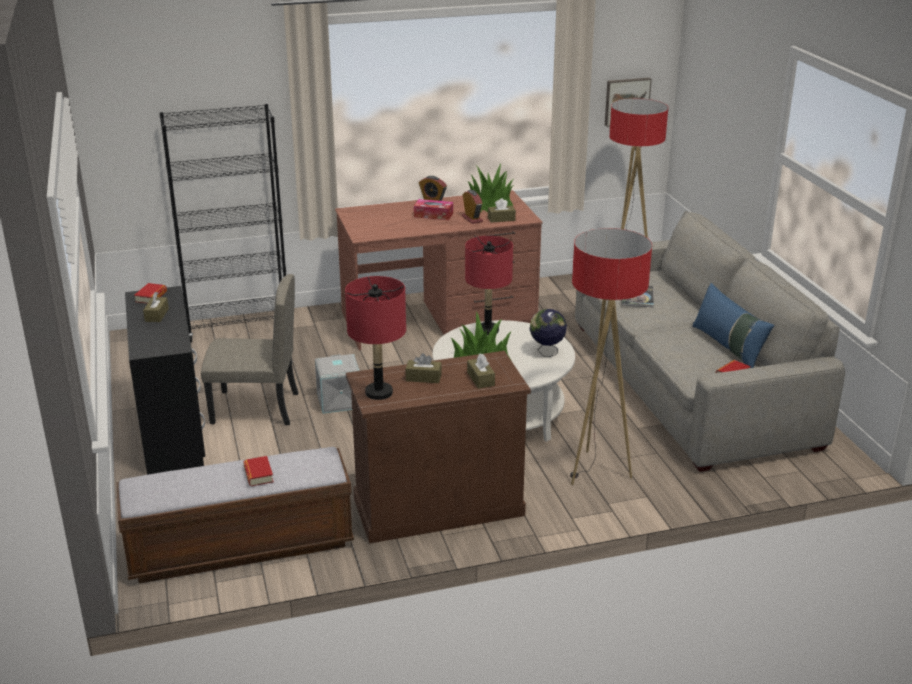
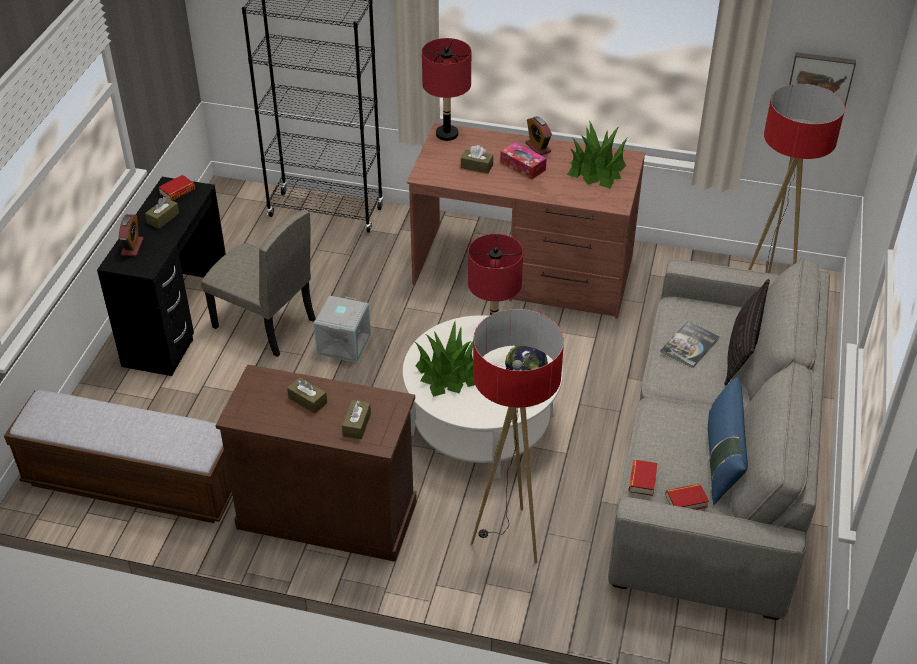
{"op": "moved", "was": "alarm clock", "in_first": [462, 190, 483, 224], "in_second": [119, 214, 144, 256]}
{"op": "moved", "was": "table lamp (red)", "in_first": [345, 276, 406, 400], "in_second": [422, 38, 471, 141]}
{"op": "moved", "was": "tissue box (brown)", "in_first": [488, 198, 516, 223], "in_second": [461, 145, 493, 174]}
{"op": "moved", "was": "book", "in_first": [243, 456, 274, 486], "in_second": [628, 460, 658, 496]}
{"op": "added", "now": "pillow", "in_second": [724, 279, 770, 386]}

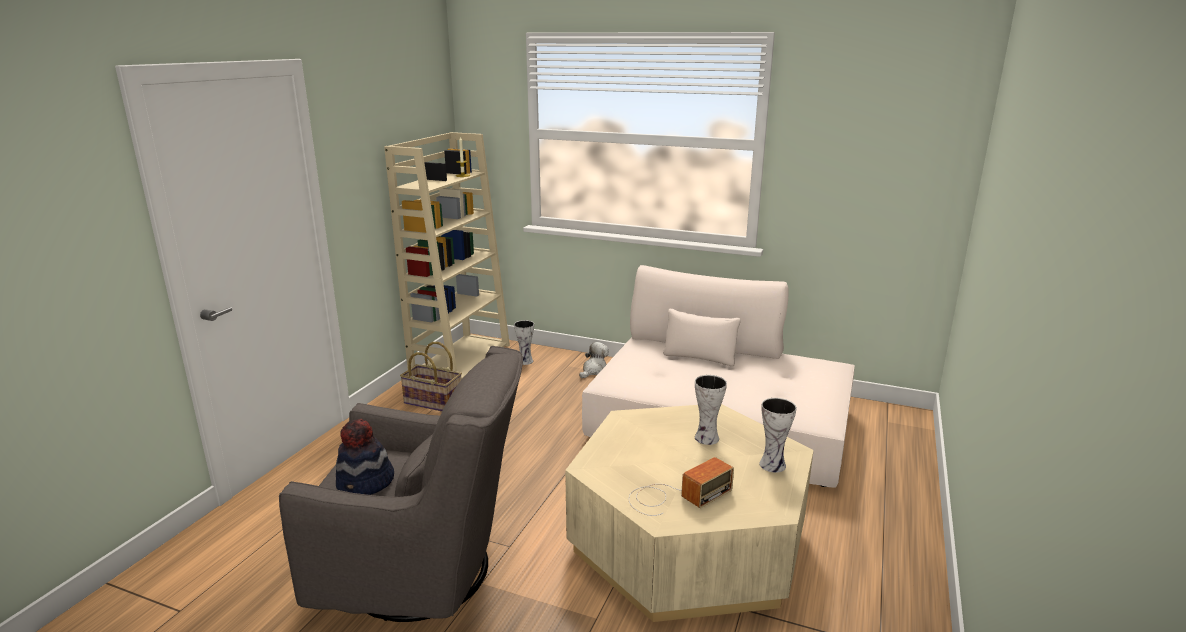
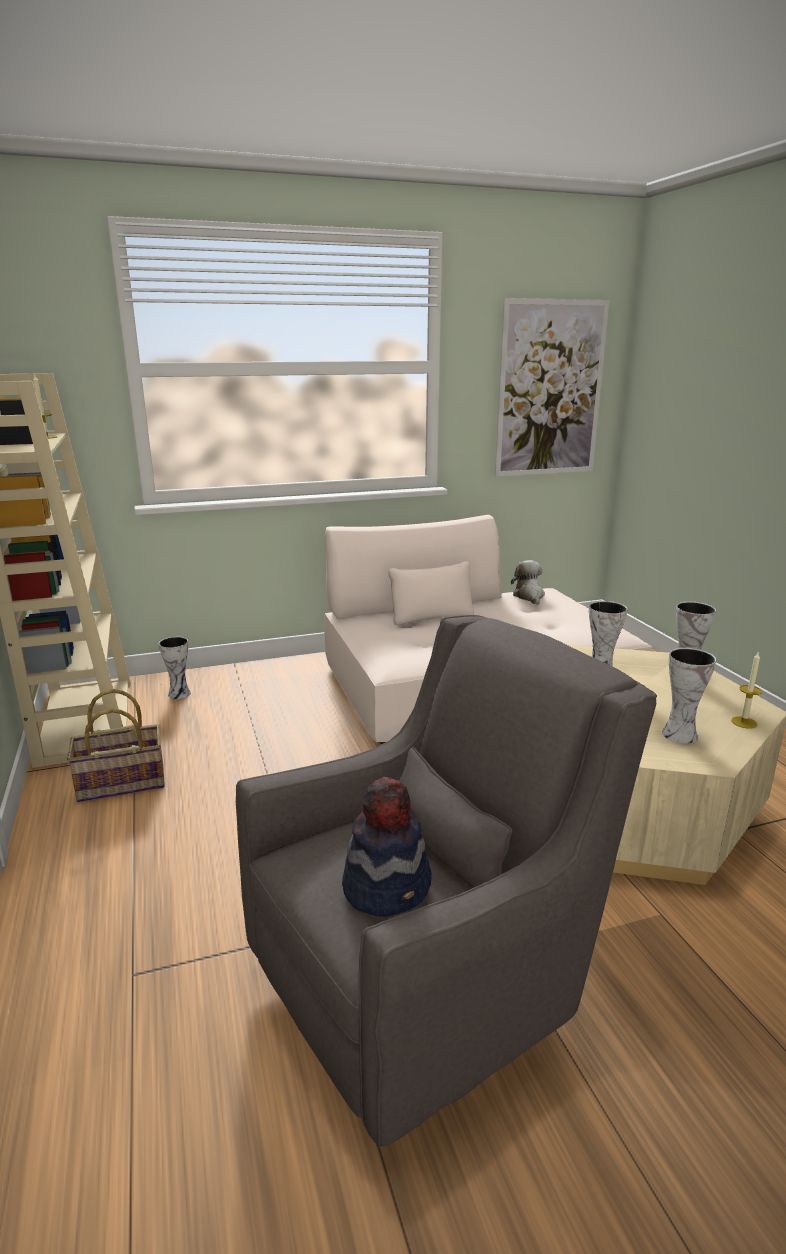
{"op": "added", "now": "picture", "in_second": [495, 298, 610, 477]}
{"op": "moved", "was": "plush toy", "in_first": [579, 342, 609, 378], "in_second": [511, 560, 545, 605]}
{"op": "replaced", "was": "radio", "now": "vase", "in_first": [629, 457, 734, 516], "in_second": [662, 648, 716, 744]}
{"op": "added", "now": "candle", "in_second": [731, 651, 762, 729]}

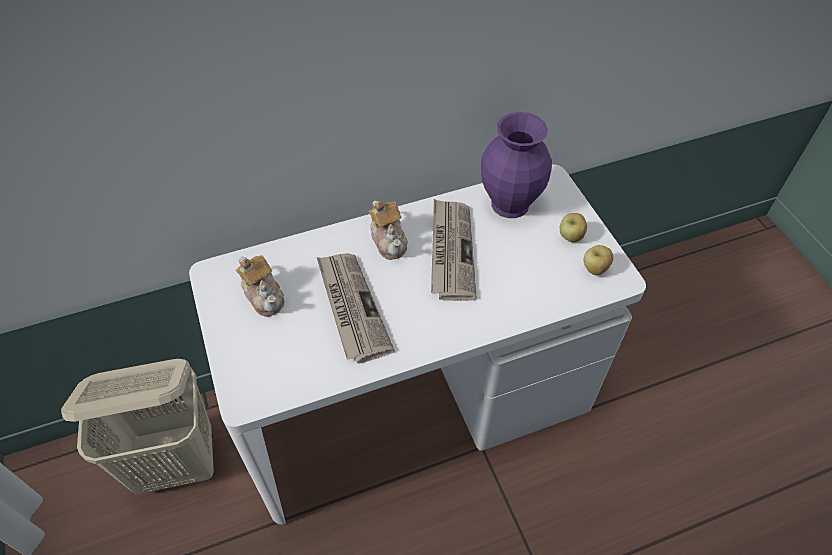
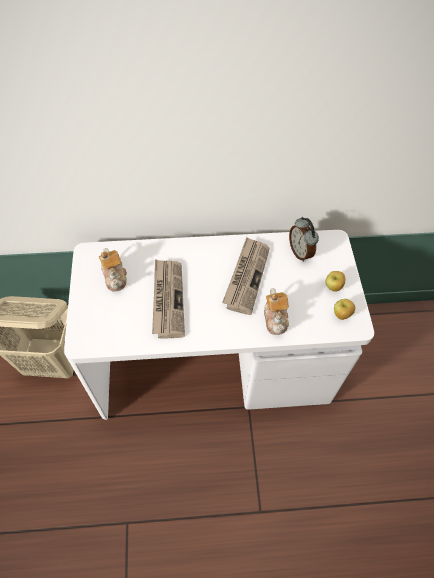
{"op": "moved", "was": "teapot", "in_first": [369, 201, 408, 260], "in_second": [264, 288, 289, 335]}
{"op": "replaced", "was": "vase (purple)", "now": "alarm clock", "in_first": [481, 112, 552, 218], "in_second": [289, 217, 319, 262]}

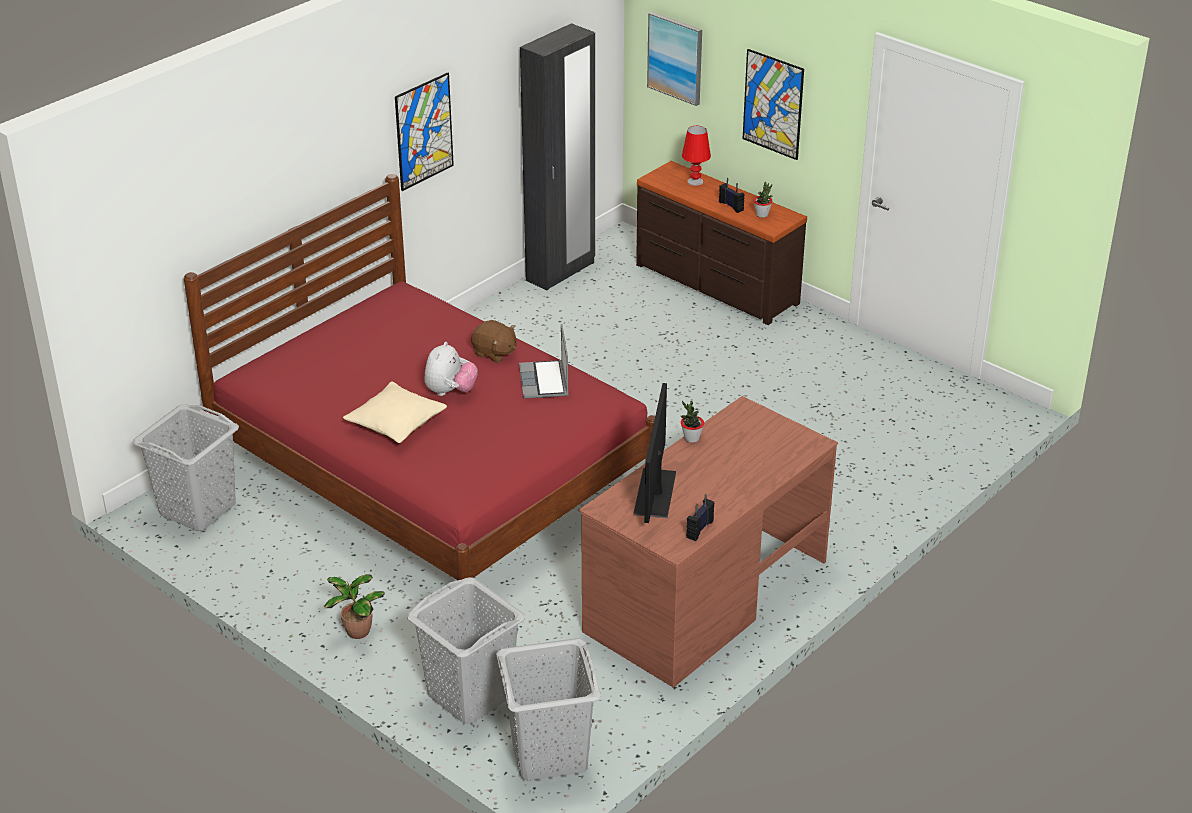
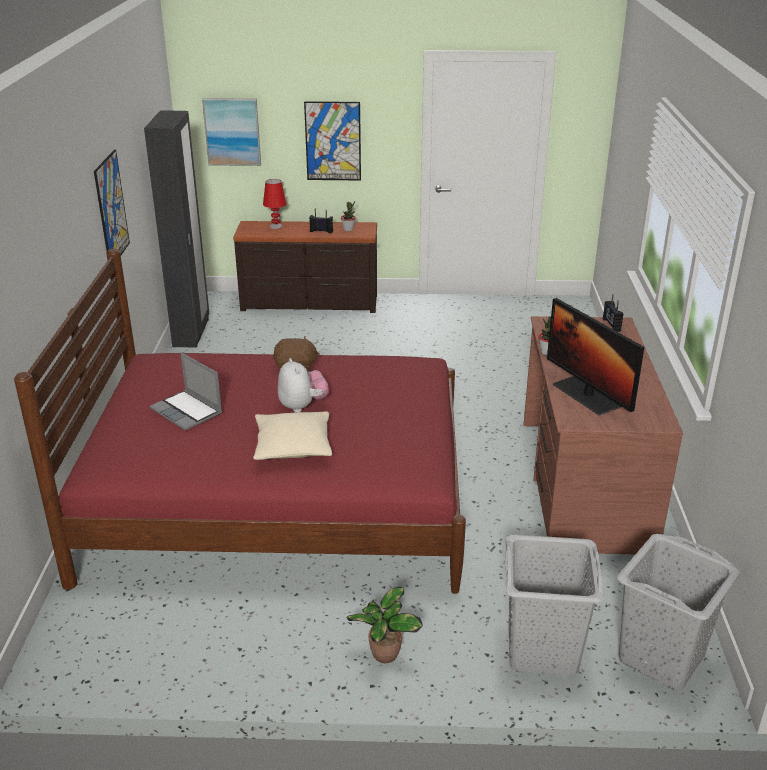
{"op": "moved", "was": "laptop", "in_first": [519, 324, 569, 399], "in_second": [150, 352, 222, 431]}
{"op": "moved", "was": "radio", "in_first": [686, 494, 714, 541], "in_second": [603, 294, 624, 332]}
{"op": "removed", "was": "laundry basket (grey)", "in_first": [133, 404, 239, 531]}

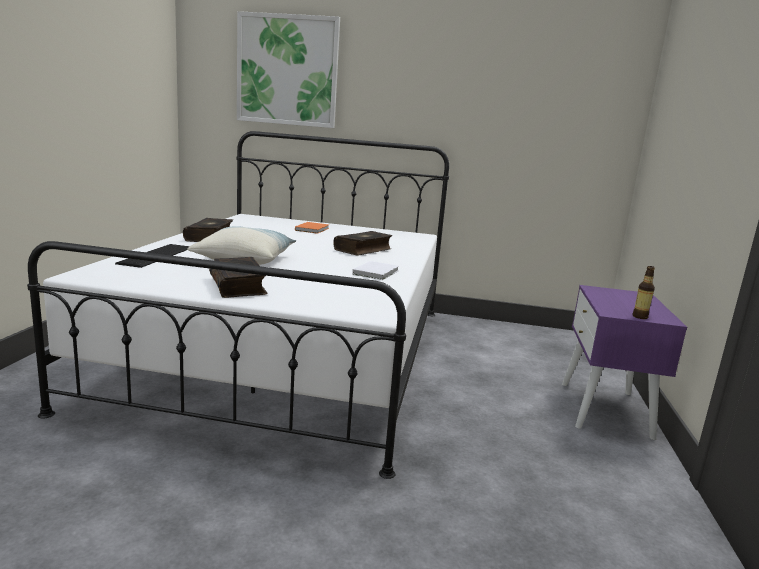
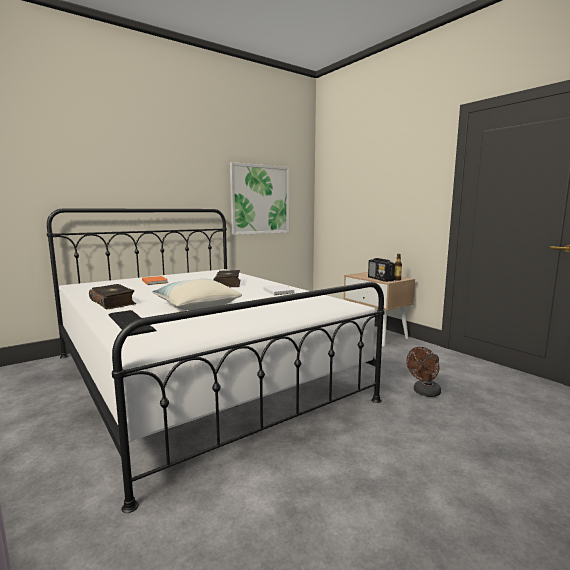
{"op": "moved", "was": "picture", "in_first": [237, 11, 340, 128], "in_second": [230, 162, 289, 235]}
{"op": "recoloured", "was": "nightstand (purple)", "now": "nightstand (beige)", "in_first": [562, 285, 687, 440], "in_second": [343, 272, 415, 346]}
{"op": "added", "now": "radio", "in_second": [368, 258, 395, 282]}
{"op": "added", "now": "fan (brown)", "in_second": [407, 347, 441, 397]}
{"op": "removed", "was": "book", "in_first": [209, 257, 268, 298]}

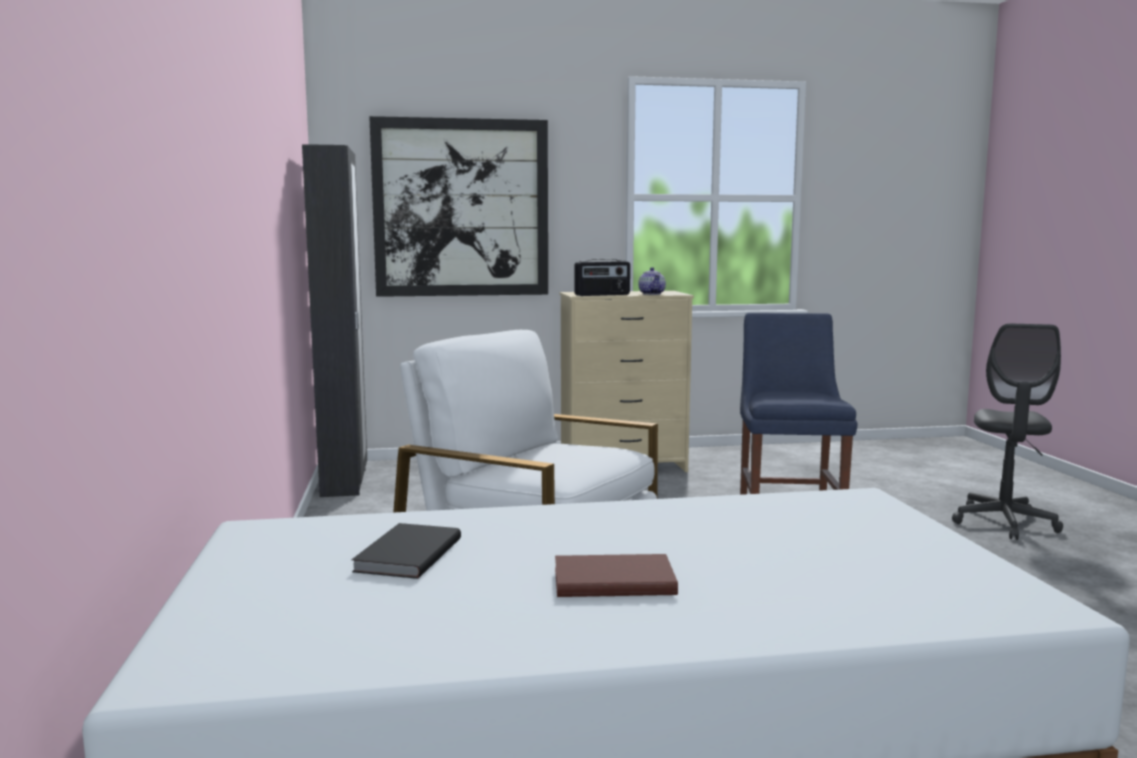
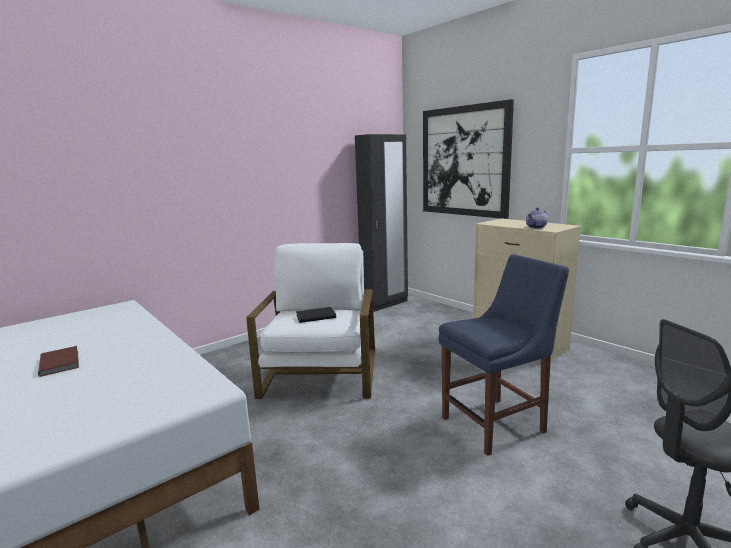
{"op": "moved", "was": "book (black)", "in_first": [351, 523, 461, 579], "in_second": [296, 307, 336, 323]}
{"op": "removed", "was": "radio", "in_first": [574, 259, 630, 296]}

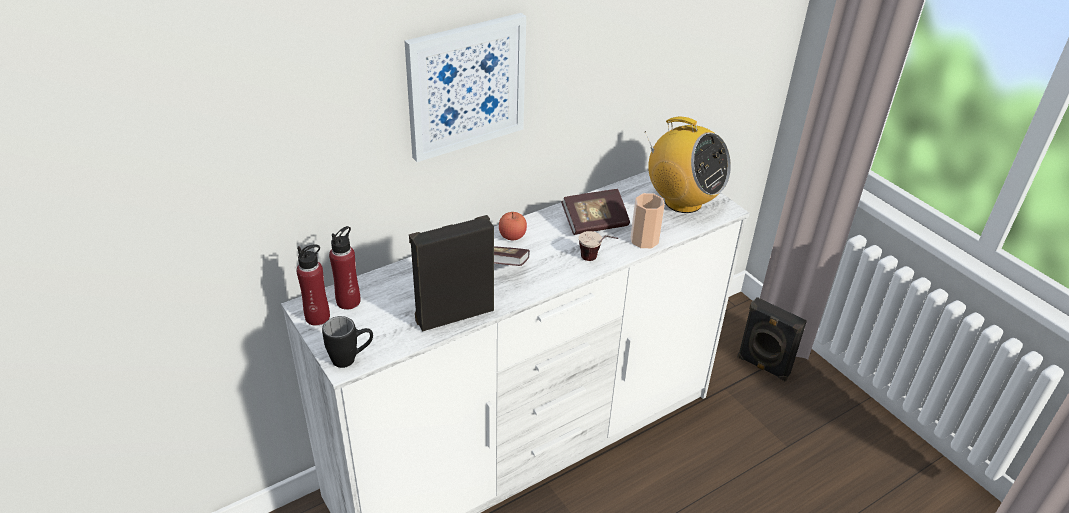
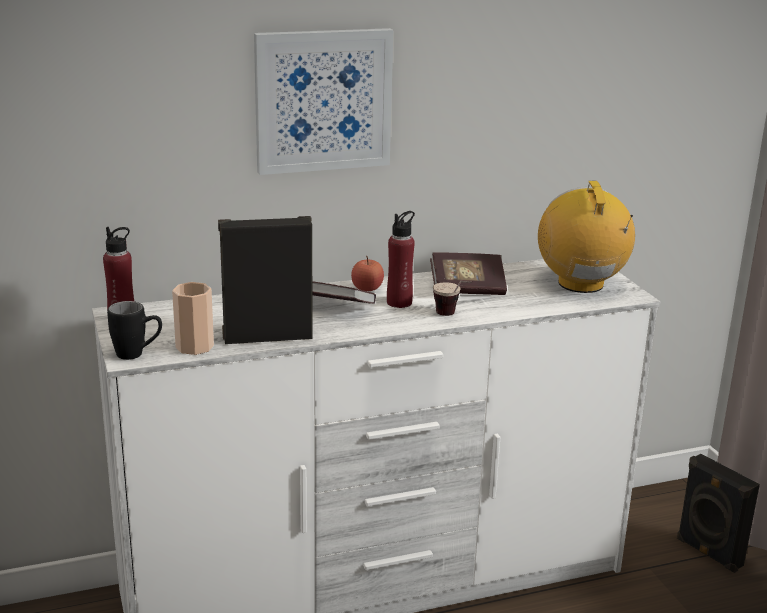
{"op": "moved", "was": "cup", "in_first": [631, 193, 665, 248], "in_second": [172, 282, 214, 355]}
{"op": "moved", "was": "bottle (red)", "in_first": [329, 226, 360, 309], "in_second": [387, 211, 415, 308]}
{"op": "turned", "was": "radio", "in_first": [645, 117, 731, 213], "in_second": [538, 181, 635, 293], "clockwise": -150}

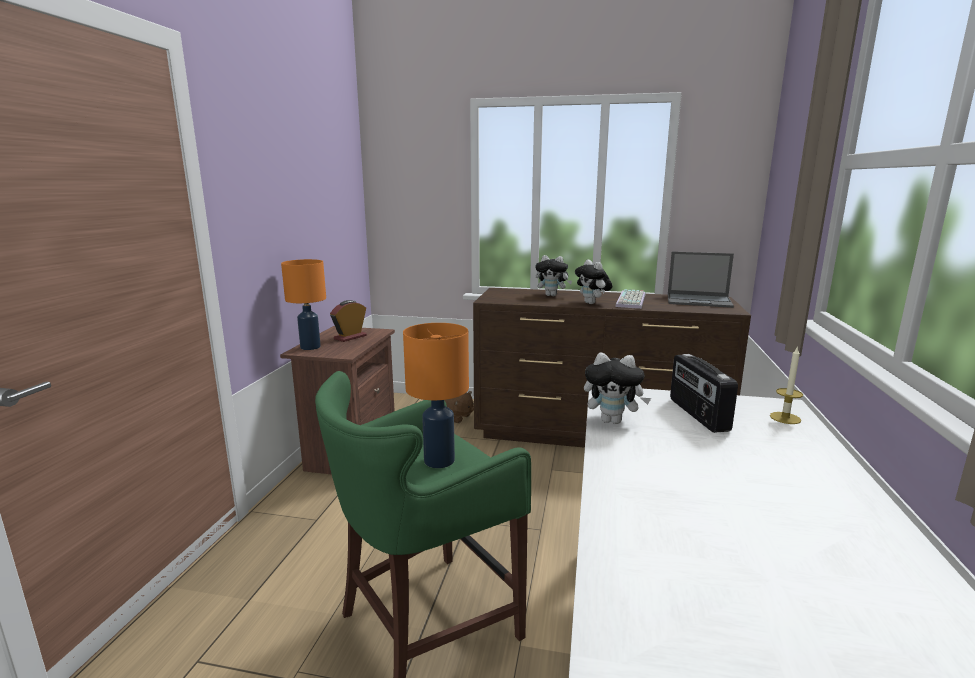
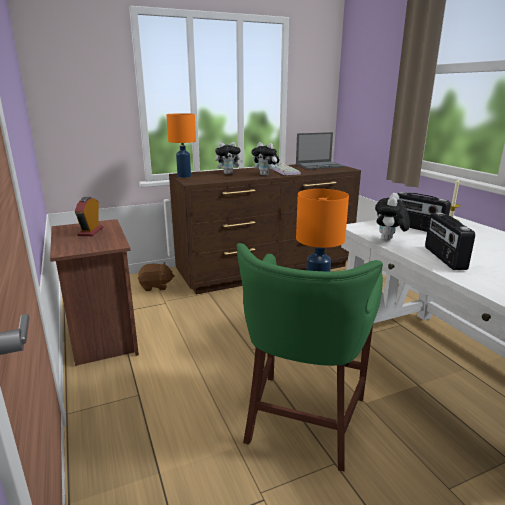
{"op": "moved", "was": "table lamp (orange)", "in_first": [281, 259, 326, 350], "in_second": [166, 113, 196, 178]}
{"op": "turned", "was": "plush toy", "in_first": [584, 353, 651, 424], "in_second": [375, 193, 410, 241], "clockwise": 135}
{"op": "added", "now": "radio", "in_second": [425, 213, 475, 270]}

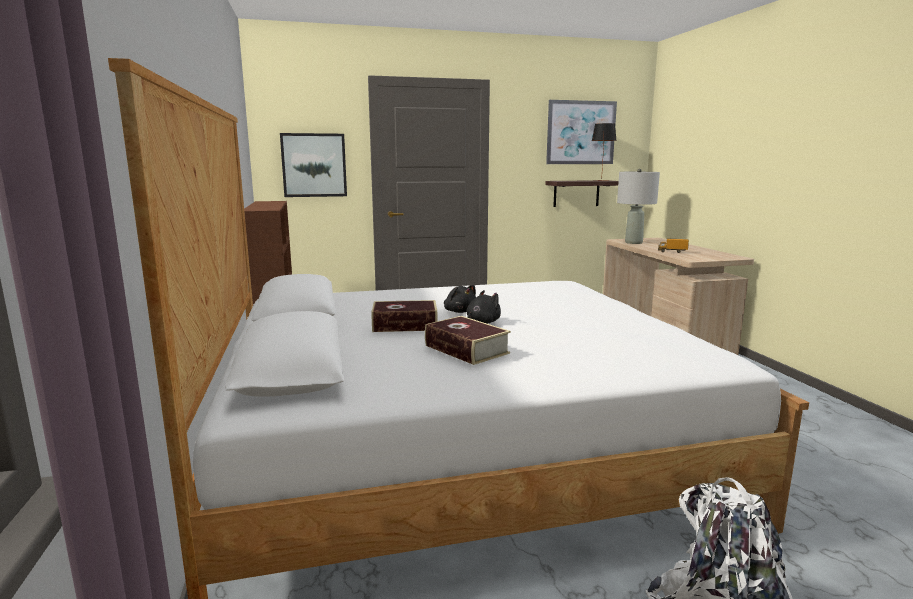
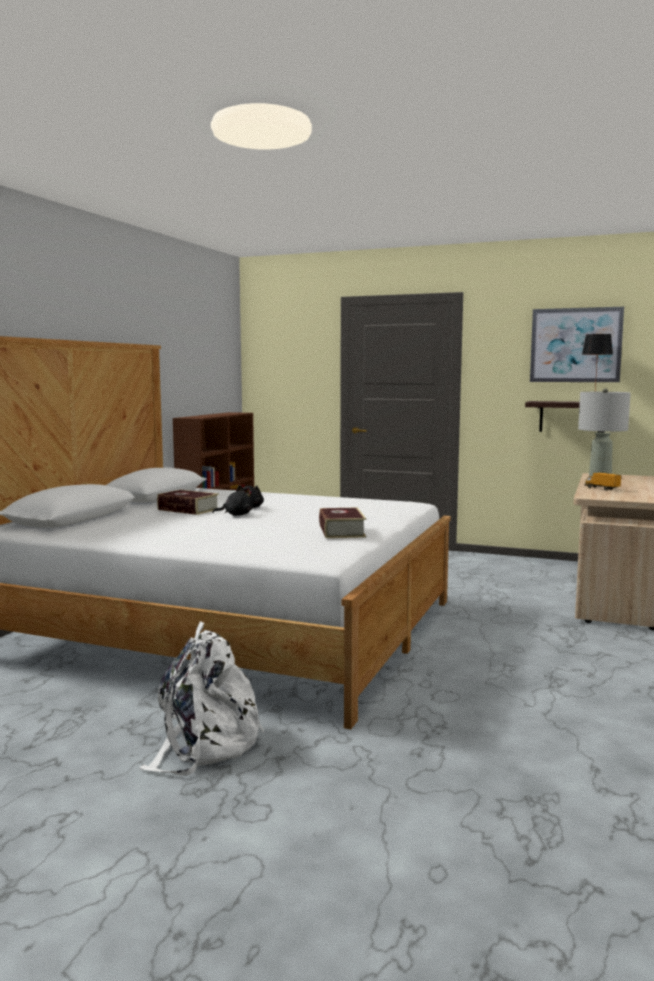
{"op": "moved", "was": "book", "in_first": [425, 316, 511, 365], "in_second": [319, 507, 366, 538]}
{"op": "removed", "was": "picture", "in_first": [280, 133, 347, 197]}

